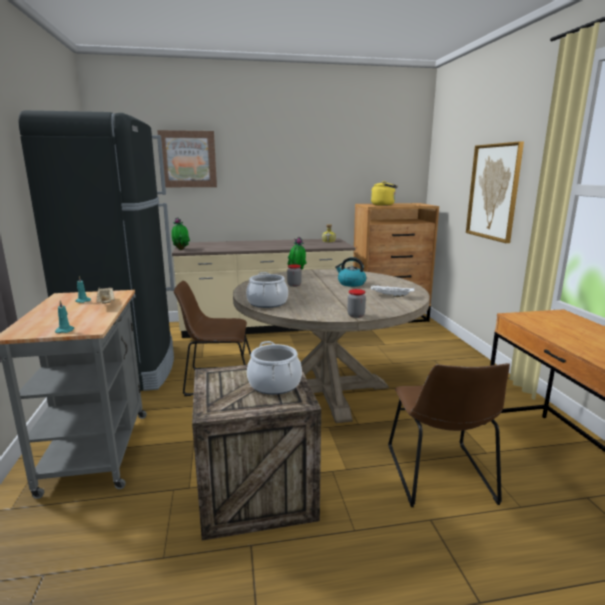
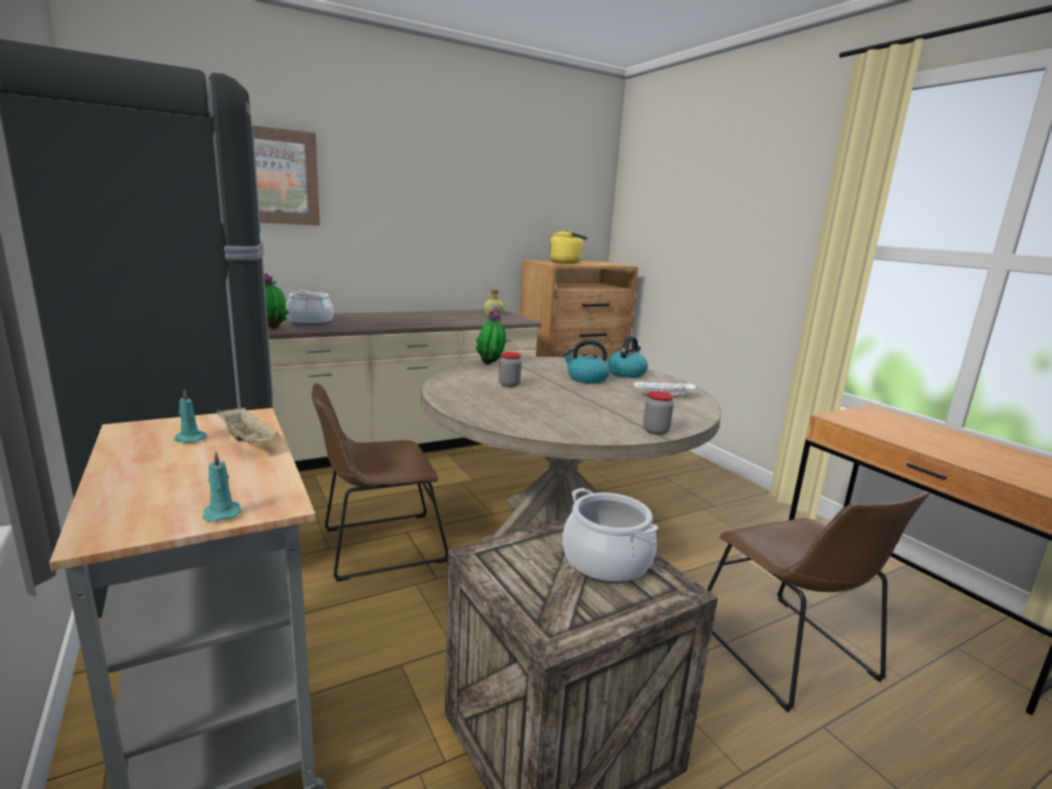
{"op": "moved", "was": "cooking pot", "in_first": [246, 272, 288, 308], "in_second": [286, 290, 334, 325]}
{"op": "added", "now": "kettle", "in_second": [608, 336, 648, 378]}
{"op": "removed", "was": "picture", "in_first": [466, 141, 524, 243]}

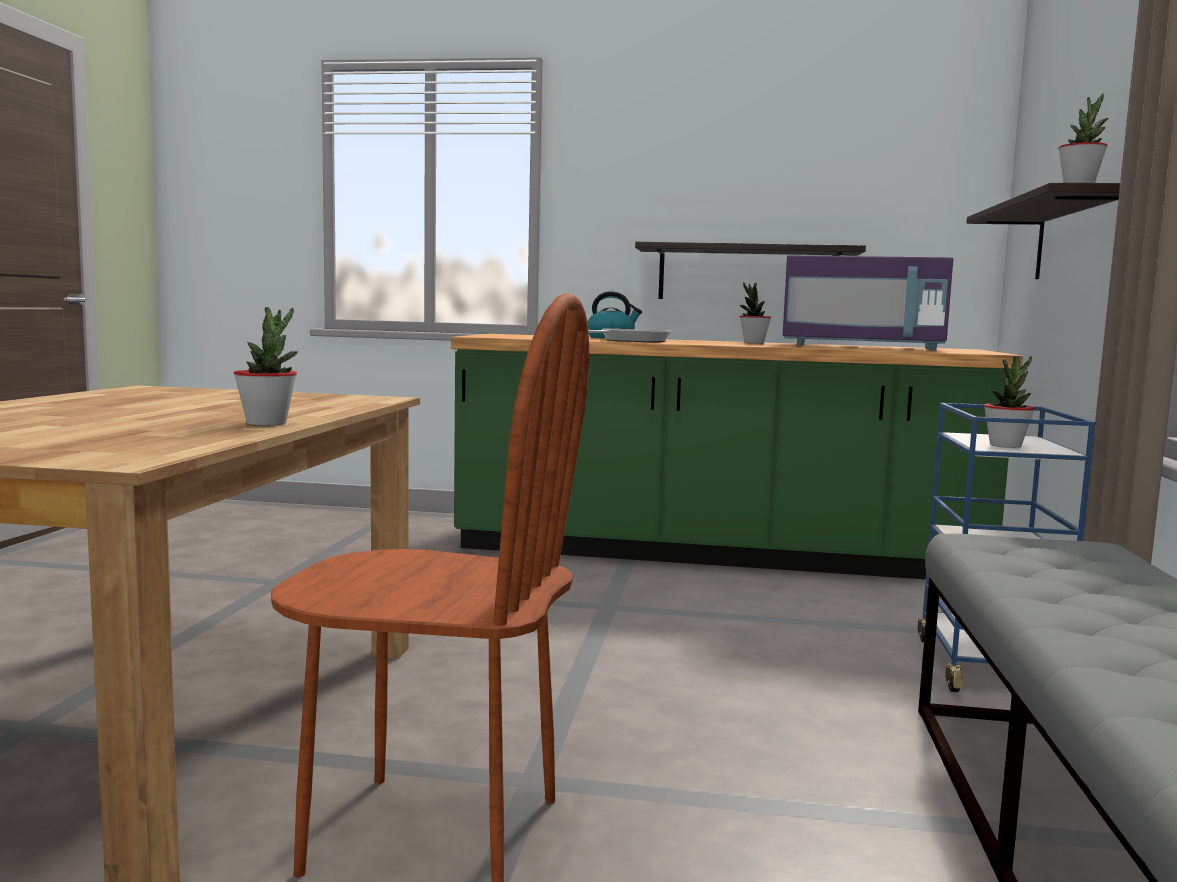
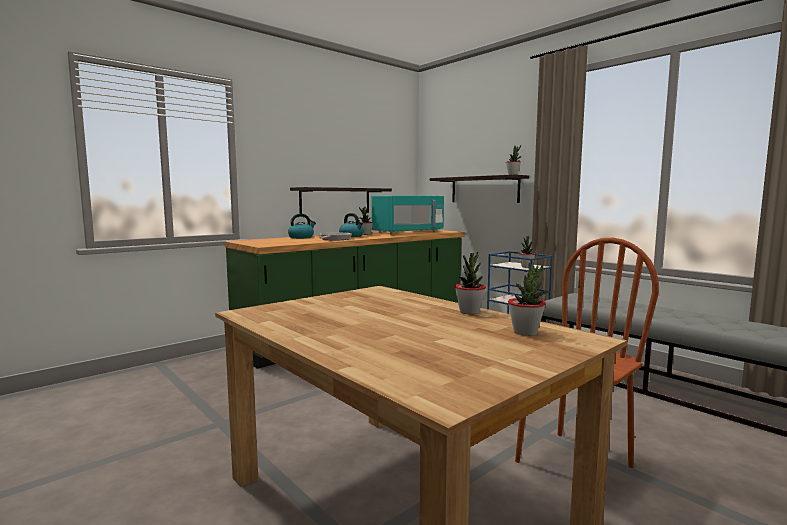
{"op": "added", "now": "kettle", "in_second": [339, 213, 364, 237]}
{"op": "recoloured", "was": "microwave (purple)", "now": "microwave (turquoise)", "in_first": [783, 255, 953, 351], "in_second": [372, 196, 444, 235]}
{"op": "added", "now": "potted plant", "in_second": [508, 263, 546, 336]}

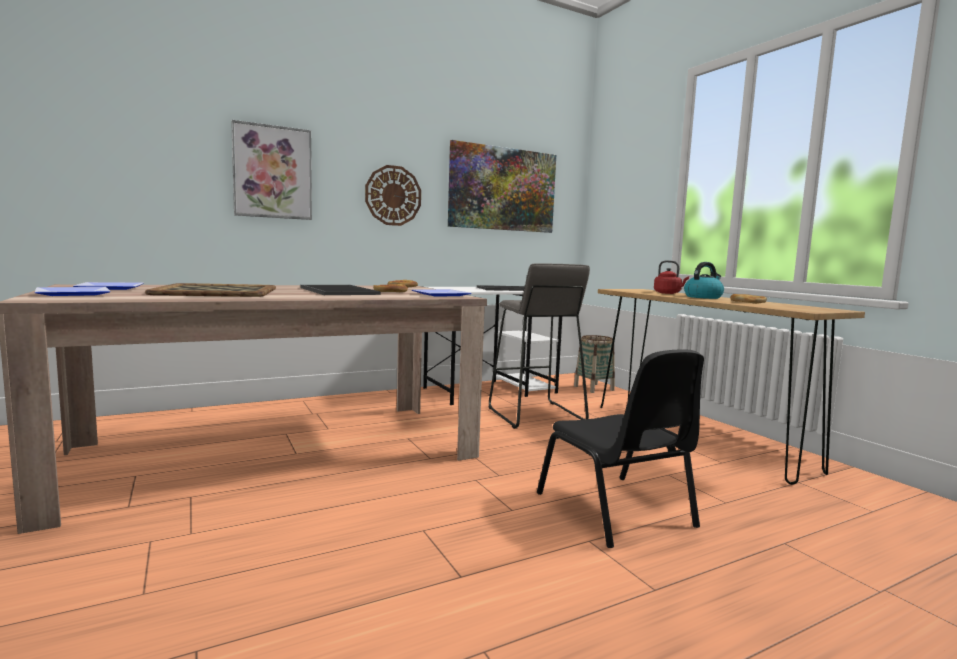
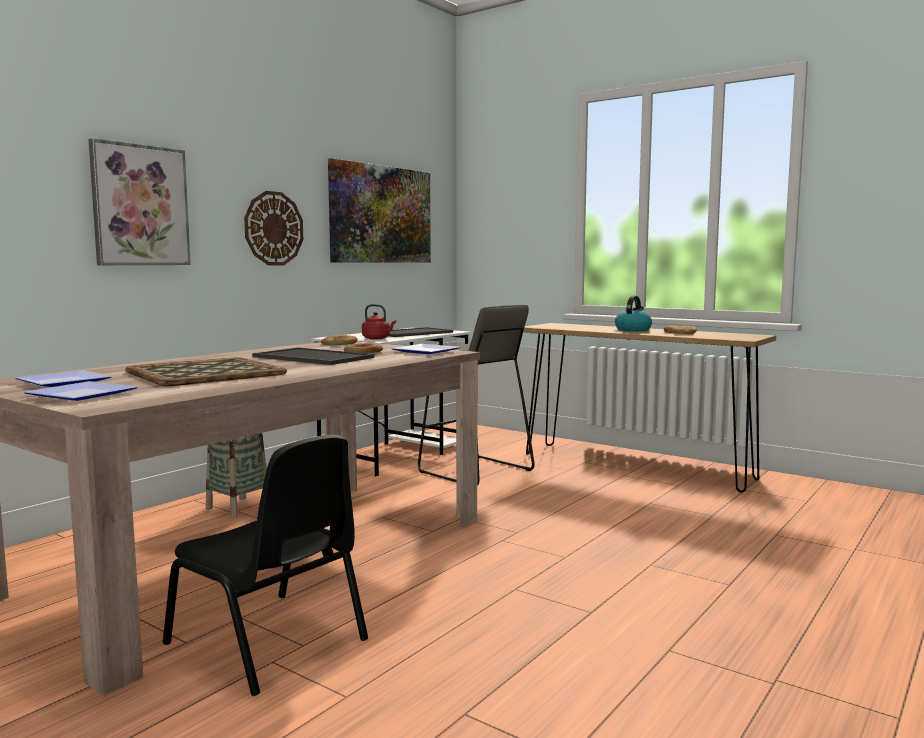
{"op": "moved", "was": "chair (black)", "in_first": [537, 349, 704, 548], "in_second": [163, 434, 368, 696]}
{"op": "moved", "was": "basket", "in_first": [574, 335, 615, 393], "in_second": [206, 433, 267, 518]}
{"op": "moved", "was": "kettle (red)", "in_first": [654, 260, 689, 294], "in_second": [362, 304, 396, 340]}

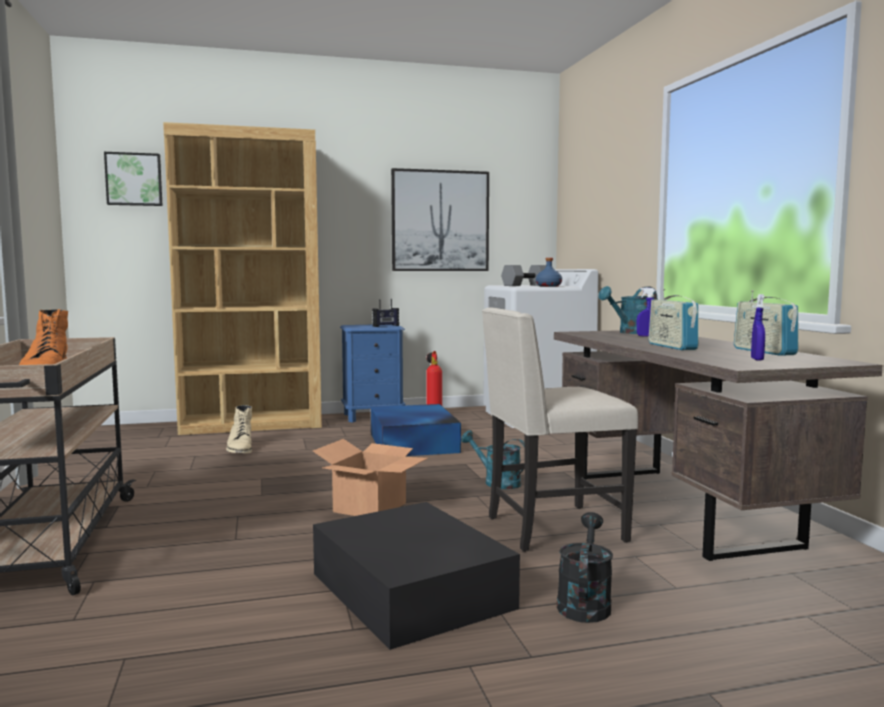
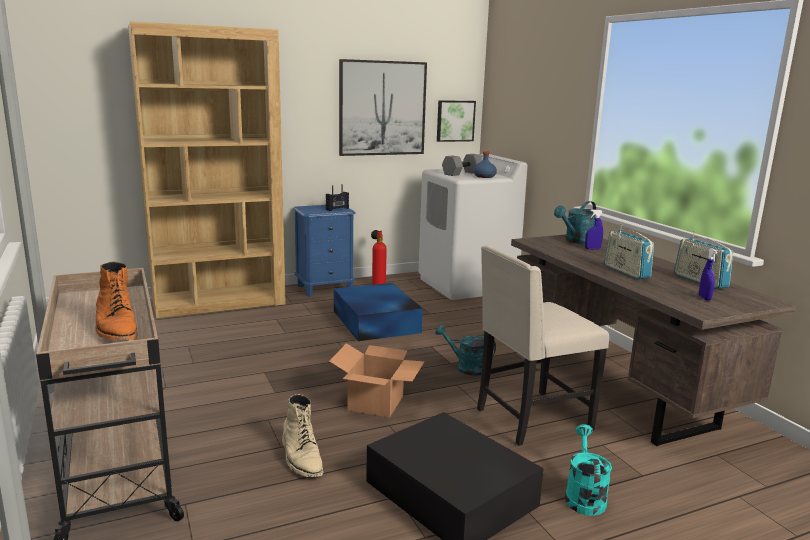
{"op": "moved", "was": "boot (beige)", "in_first": [226, 405, 252, 454], "in_second": [282, 394, 324, 477]}
{"op": "moved", "was": "picture", "in_first": [104, 152, 163, 206], "in_second": [437, 100, 476, 142]}
{"op": "recoloured", "was": "watering can (black)", "now": "watering can (turquoise)", "in_first": [557, 512, 613, 623], "in_second": [565, 424, 612, 516]}

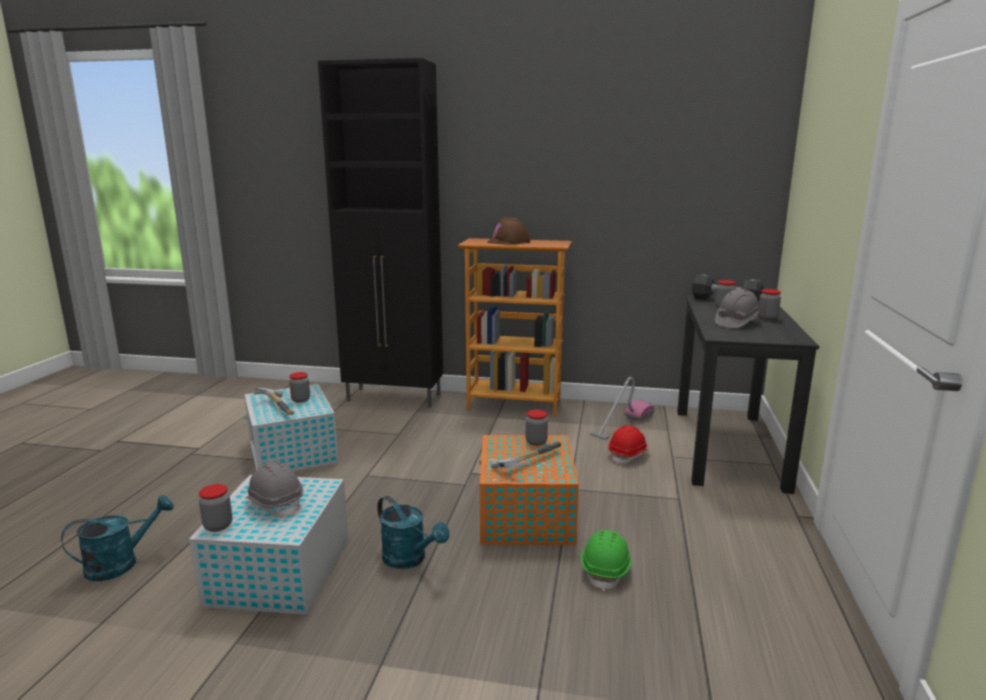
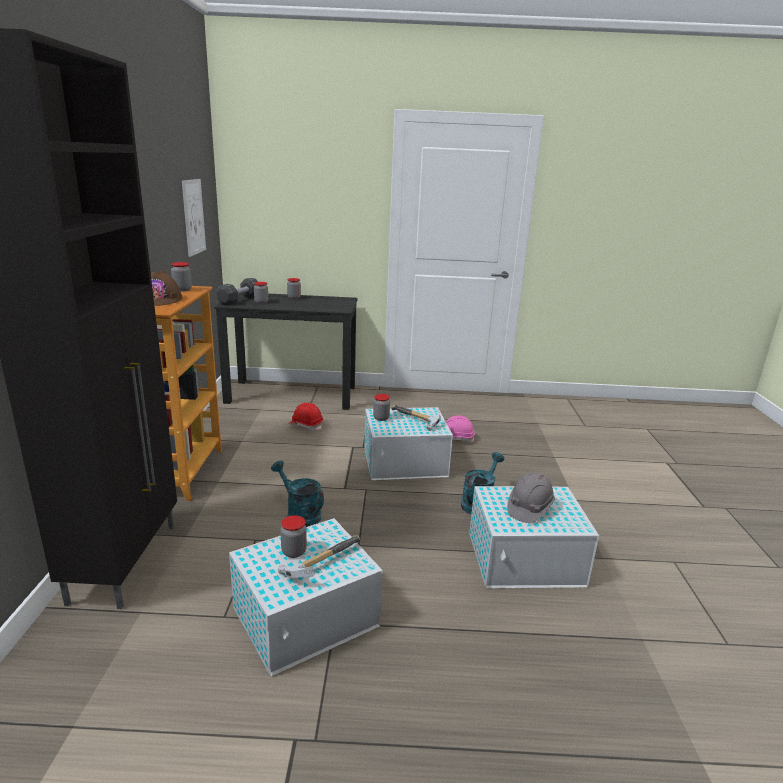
{"op": "moved", "was": "jar", "in_first": [199, 484, 232, 532], "in_second": [171, 262, 192, 291]}
{"op": "added", "now": "picture", "in_second": [182, 179, 206, 257]}
{"op": "moved", "was": "watering can (turquoise)", "in_first": [61, 495, 174, 581], "in_second": [271, 461, 324, 527]}
{"op": "recoloured", "was": "storage box (orange)", "now": "storage box (white)", "in_first": [480, 435, 579, 545], "in_second": [364, 407, 453, 480]}
{"op": "recoloured", "was": "hard hat (green)", "now": "hard hat (pink)", "in_first": [581, 530, 632, 591], "in_second": [446, 415, 475, 443]}
{"op": "removed", "was": "vacuum cleaner", "in_first": [590, 377, 654, 440]}
{"op": "removed", "was": "hard hat (grey)", "in_first": [715, 289, 761, 328]}

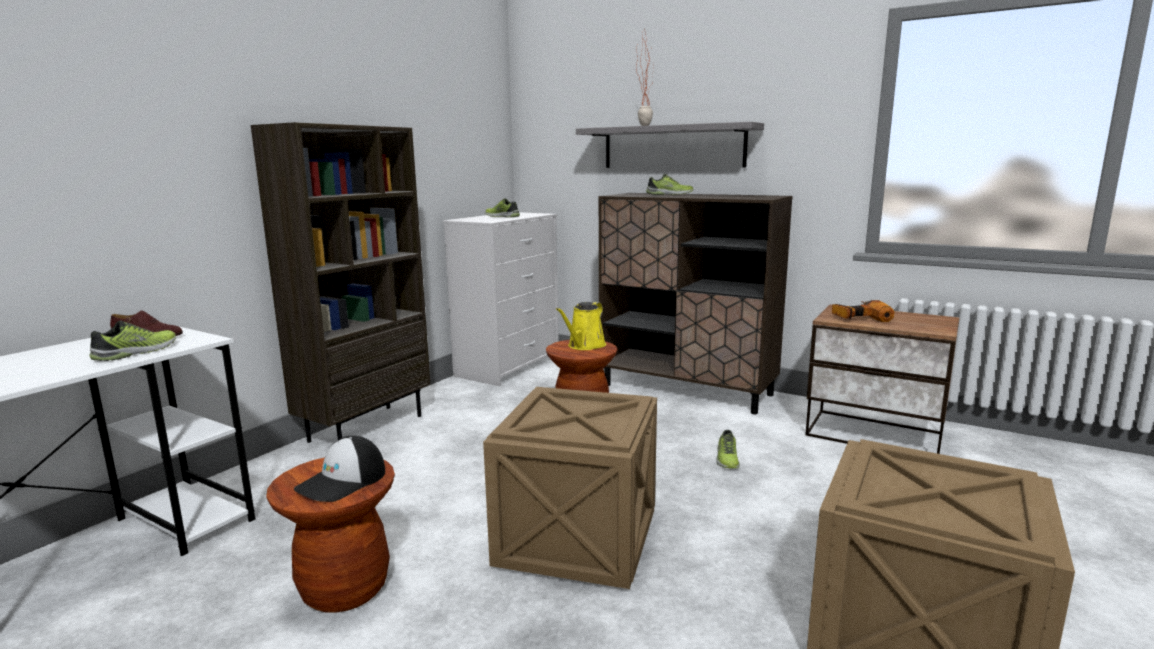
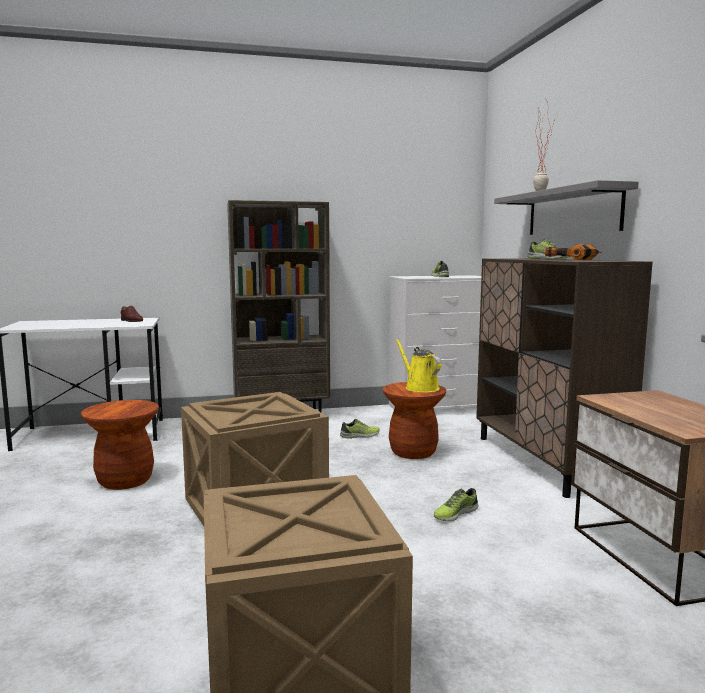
{"op": "moved", "was": "shoe", "in_first": [89, 321, 176, 361], "in_second": [340, 419, 380, 439]}
{"op": "turned", "was": "watering can (yellow)", "in_first": [556, 302, 606, 350], "in_second": [395, 339, 441, 393], "clockwise": 75}
{"op": "moved", "was": "power drill", "in_first": [832, 300, 895, 322], "in_second": [545, 244, 601, 260]}
{"op": "removed", "was": "cap", "in_first": [294, 436, 385, 502]}

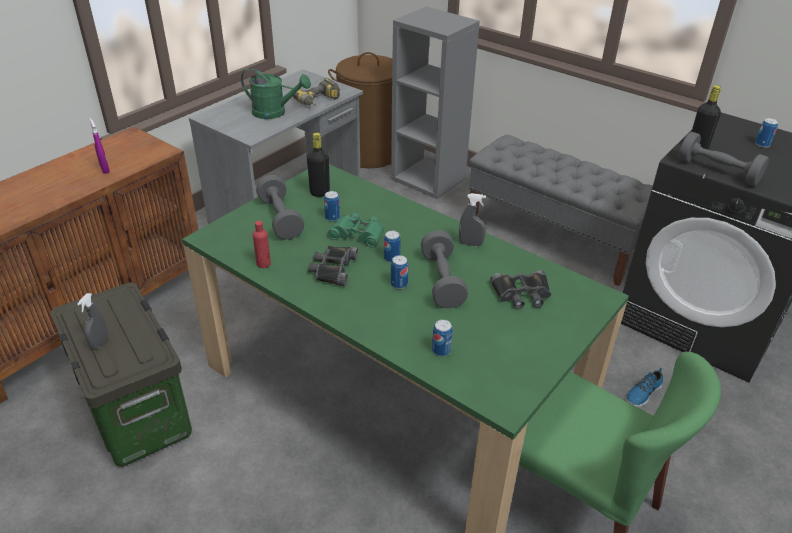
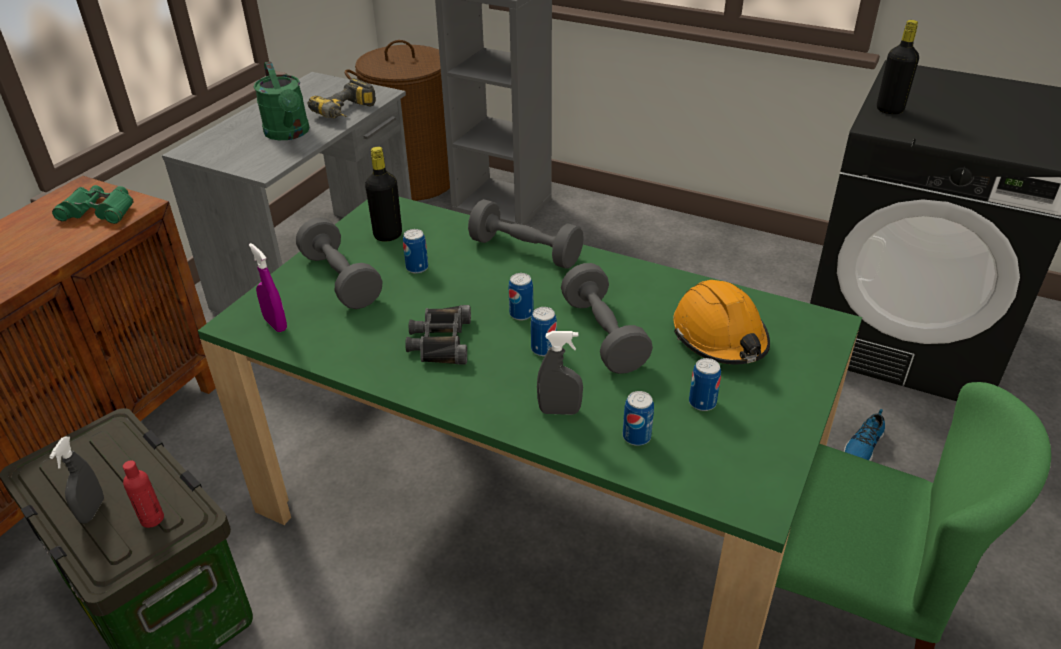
{"op": "moved", "was": "binoculars (green)", "in_first": [327, 213, 384, 248], "in_second": [52, 185, 134, 224]}
{"op": "moved", "was": "bottle (red)", "in_first": [253, 221, 271, 268], "in_second": [123, 460, 164, 528]}
{"op": "moved", "was": "spray bottle (purple)", "in_first": [89, 118, 110, 174], "in_second": [249, 243, 287, 332]}
{"op": "turned", "was": "watering can (green)", "in_first": [241, 68, 311, 119], "in_second": [254, 61, 310, 140], "clockwise": 60}
{"op": "moved", "was": "dumbbell (grey)", "in_first": [678, 132, 769, 186], "in_second": [468, 199, 584, 269]}
{"op": "moved", "was": "spray bottle (grey)", "in_first": [459, 193, 486, 247], "in_second": [537, 331, 583, 415]}
{"op": "replaced", "was": "binoculars (black)", "now": "hard hat (orange)", "in_first": [490, 270, 551, 309], "in_second": [673, 280, 770, 364]}
{"op": "moved", "was": "can", "in_first": [755, 118, 778, 148], "in_second": [689, 358, 721, 411]}
{"op": "removed", "was": "bench (grey)", "in_first": [469, 135, 653, 286]}

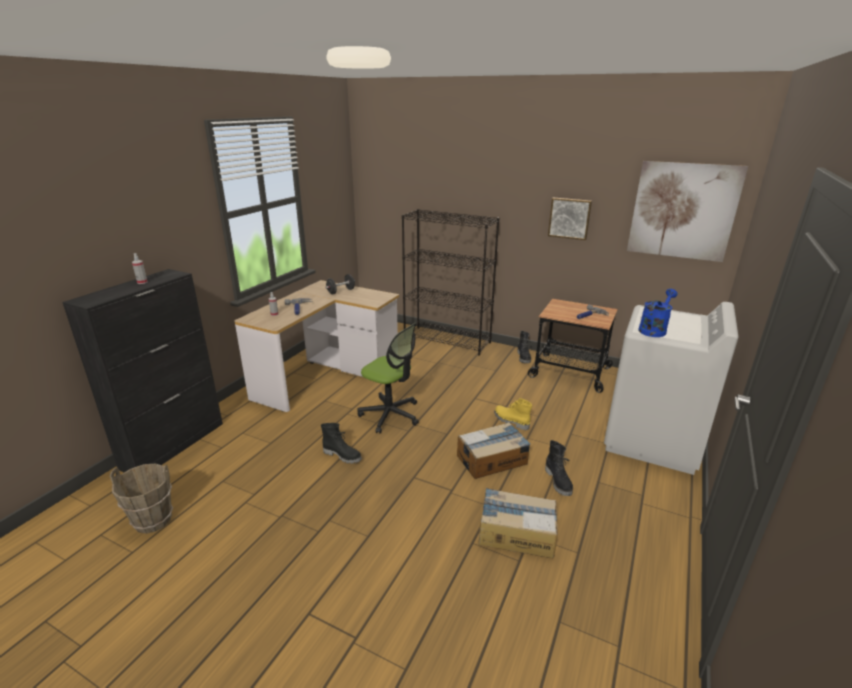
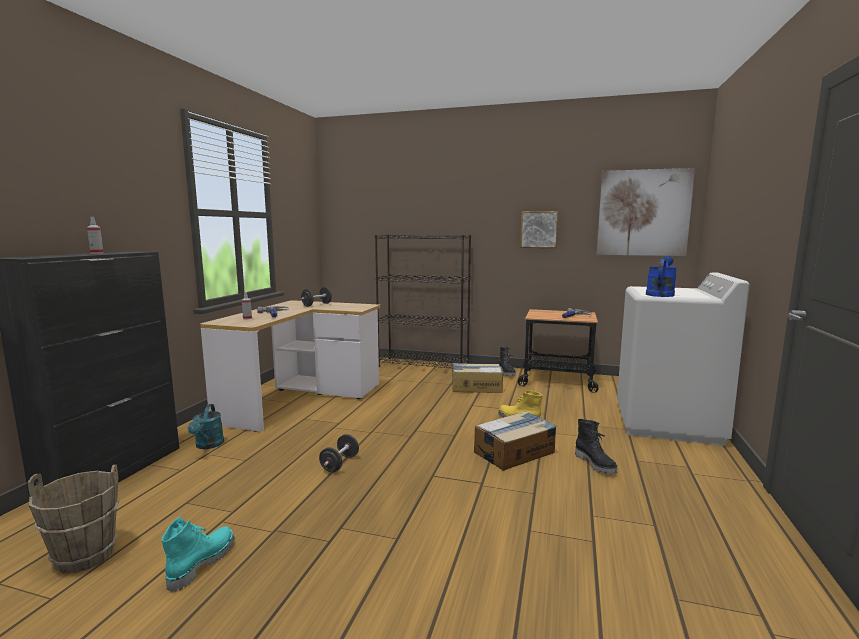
{"op": "added", "now": "boot (turquoise)", "in_second": [161, 517, 235, 592]}
{"op": "added", "now": "watering can (turquoise)", "in_second": [188, 404, 224, 449]}
{"op": "replaced", "was": "boot (black)", "now": "dumbbell (black)", "in_first": [321, 423, 362, 464], "in_second": [319, 434, 359, 472]}
{"op": "moved", "was": "cardboard box", "in_first": [479, 488, 558, 558], "in_second": [452, 363, 503, 393]}
{"op": "removed", "was": "office chair", "in_first": [358, 323, 419, 433]}

